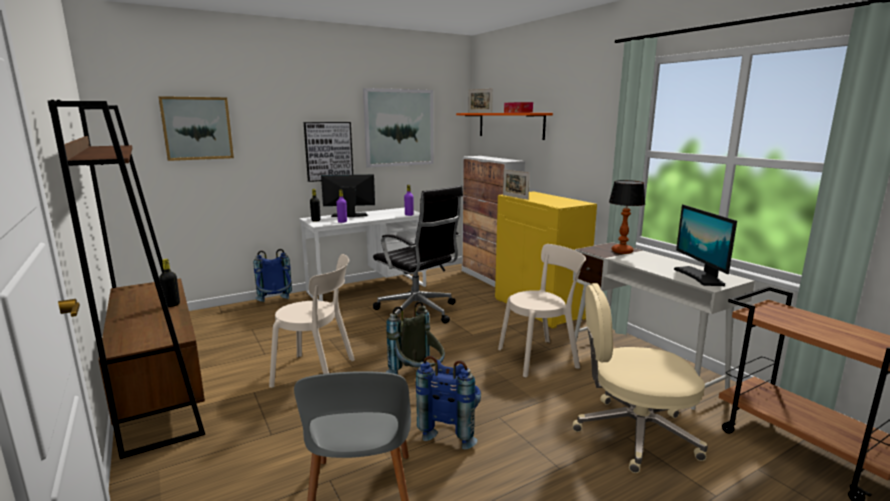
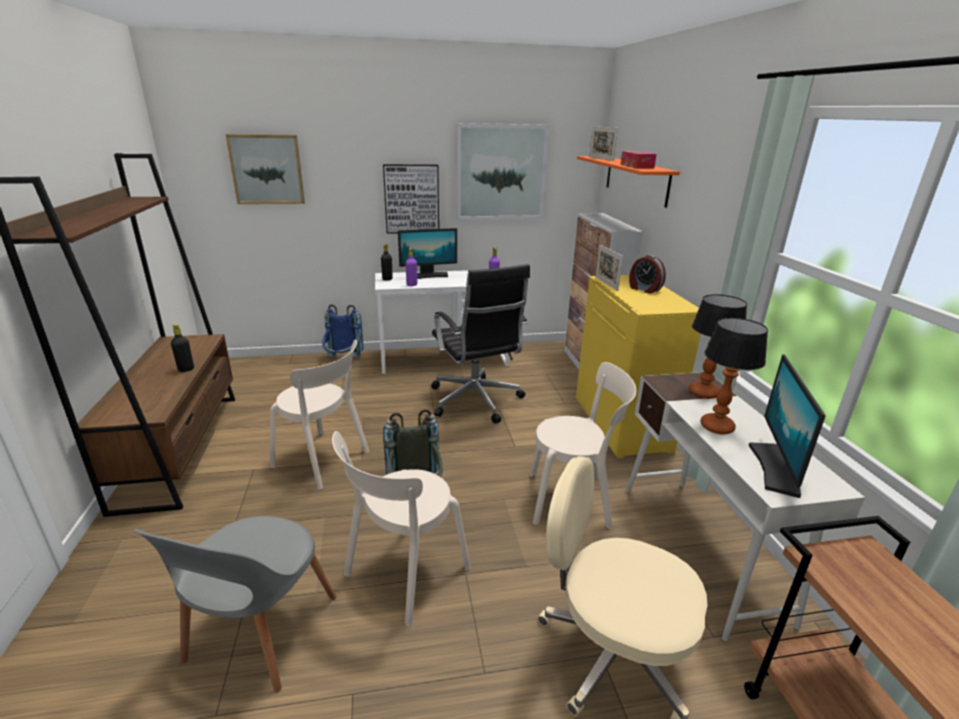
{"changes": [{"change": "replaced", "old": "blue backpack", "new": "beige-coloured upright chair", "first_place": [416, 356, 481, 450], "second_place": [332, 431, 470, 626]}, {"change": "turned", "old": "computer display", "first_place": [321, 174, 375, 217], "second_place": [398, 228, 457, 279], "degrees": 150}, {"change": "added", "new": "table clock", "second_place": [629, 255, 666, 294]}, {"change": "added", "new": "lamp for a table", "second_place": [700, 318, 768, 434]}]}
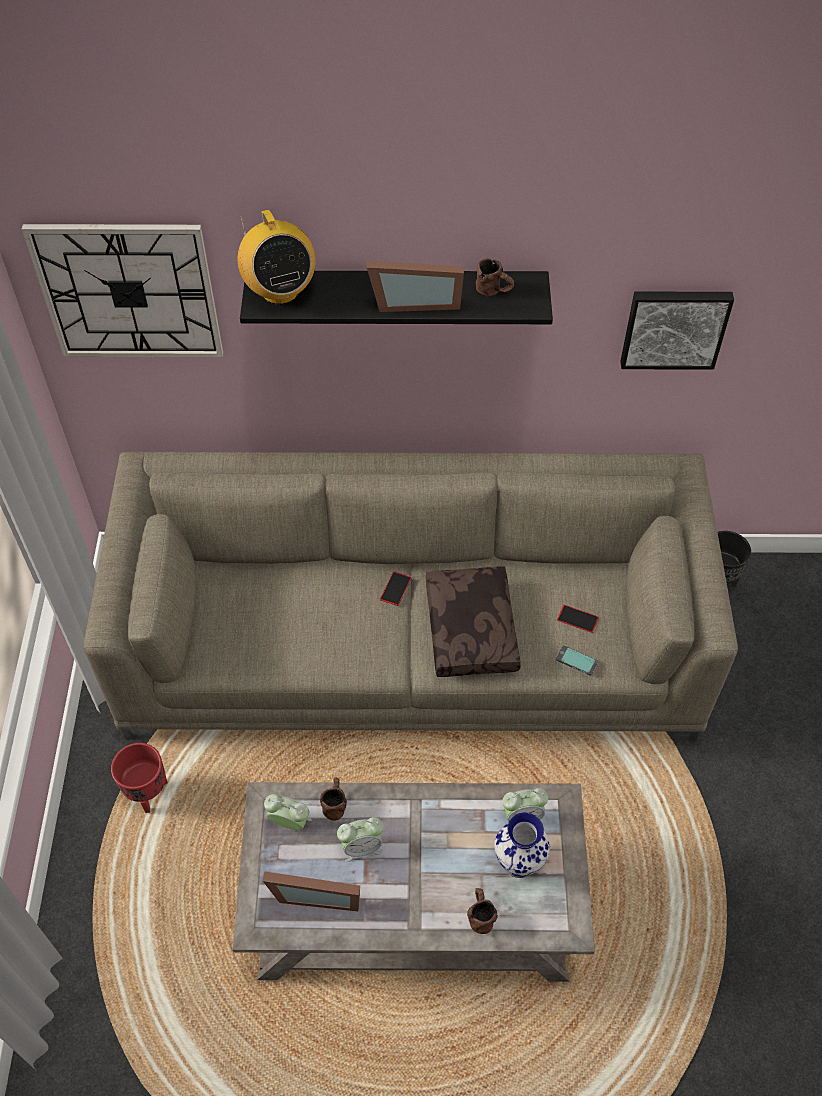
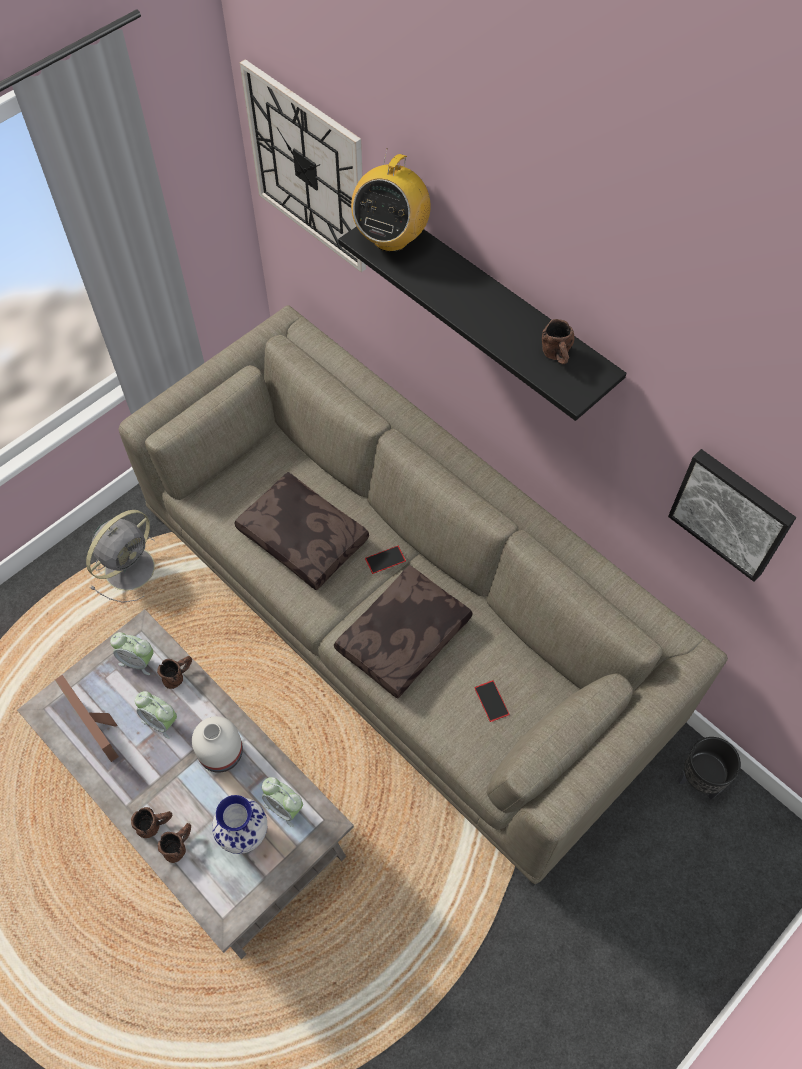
{"changes": [{"change": "replaced", "old": "red planter", "new": "greyish cooling fan", "first_place": [111, 743, 168, 813], "second_place": [86, 510, 155, 603]}, {"change": "turned", "old": "table clock", "first_place": [264, 794, 312, 831], "second_place": [110, 632, 154, 675], "degrees": 135}, {"change": "added", "new": "brownish tea mug", "second_place": [131, 807, 172, 838]}, {"change": "added", "new": "whitish flower vase", "second_place": [192, 716, 243, 773]}, {"change": "added", "new": "brownish throw pillow", "second_place": [235, 472, 369, 590]}, {"change": "removed", "old": "picture frame", "first_place": [366, 260, 464, 312]}, {"change": "removed", "old": "phone", "first_place": [556, 645, 598, 676]}]}
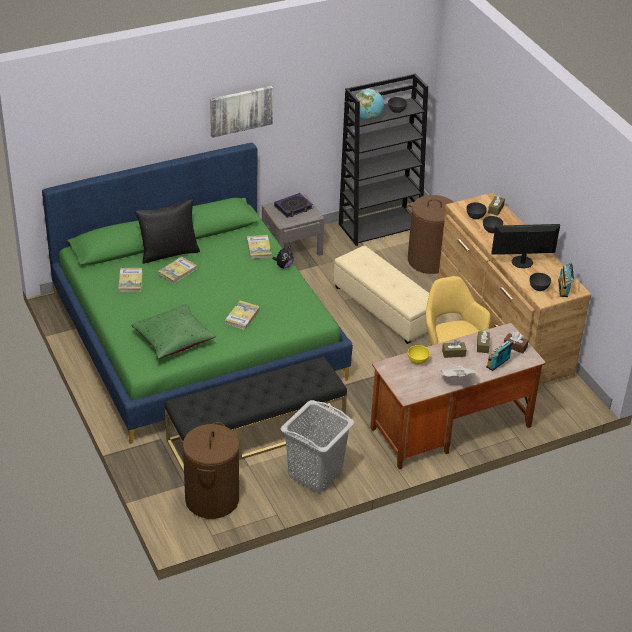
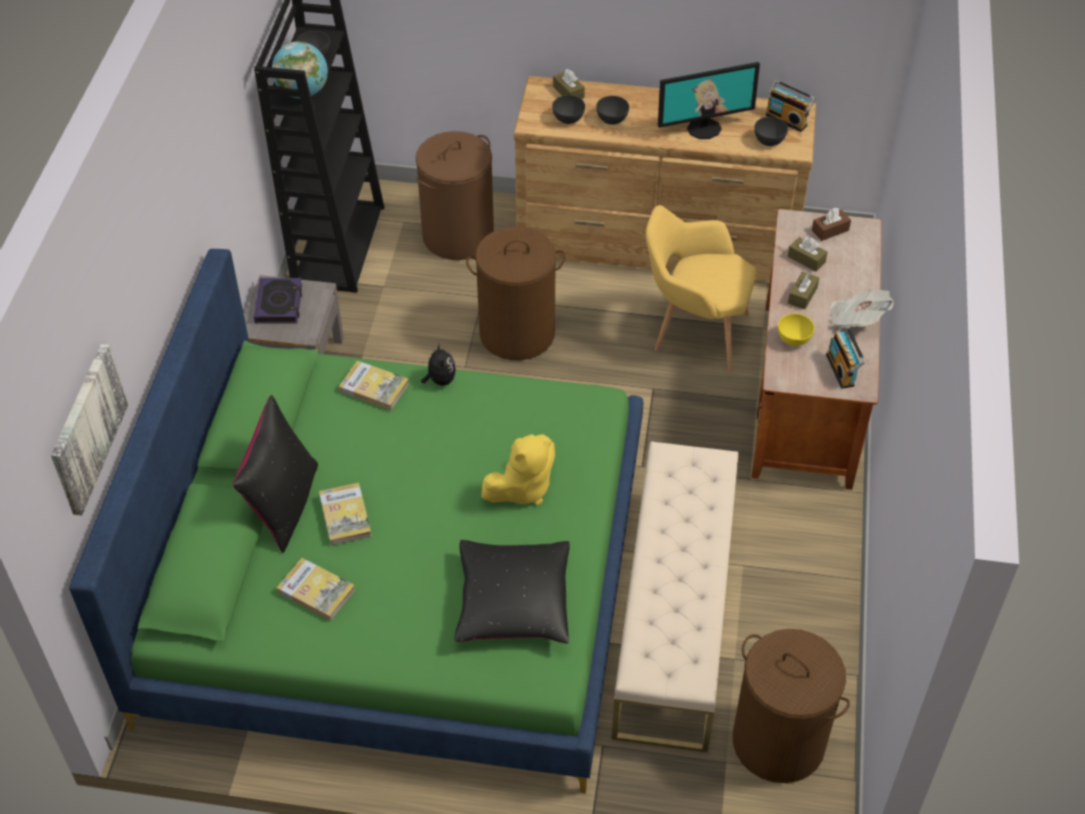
{"changes": [{"change": "moved", "old": "picture", "first_place": [210, 86, 273, 138], "second_place": [51, 343, 128, 516]}, {"change": "recoloured", "old": "greenish throw pillow", "new": "blackish throw pillow", "first_place": [131, 304, 216, 359], "second_place": [454, 540, 570, 644]}, {"change": "replaced", "old": "beige-coloured pouffe", "new": "brownish laundry basket", "first_place": [334, 246, 440, 344], "second_place": [466, 227, 566, 360]}, {"change": "replaced", "old": "book", "new": "yellow soft toy", "first_place": [225, 301, 260, 330], "second_place": [481, 434, 555, 505]}, {"change": "recoloured", "old": "blackish bench", "new": "beige-coloured bench", "first_place": [165, 356, 347, 472], "second_place": [611, 441, 738, 753]}, {"change": "turned", "old": "computer display", "first_place": [491, 224, 560, 269], "second_place": [658, 62, 760, 139], "degrees": -135}, {"change": "moved", "old": "radio receiver", "first_place": [486, 340, 516, 371], "second_place": [826, 325, 865, 389]}, {"change": "removed", "old": "greyish laundry basket", "first_place": [280, 400, 355, 492]}]}
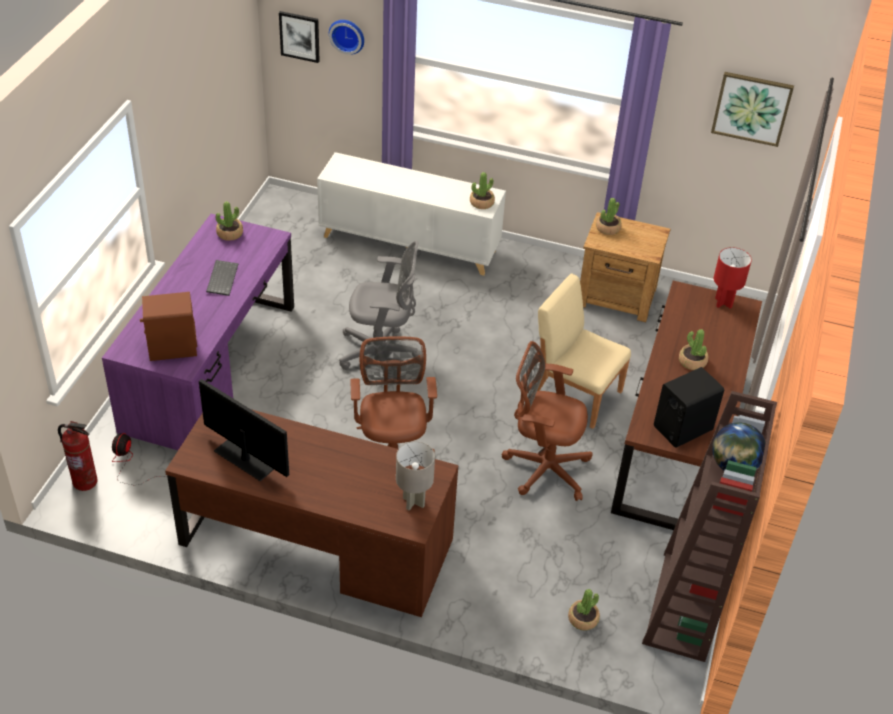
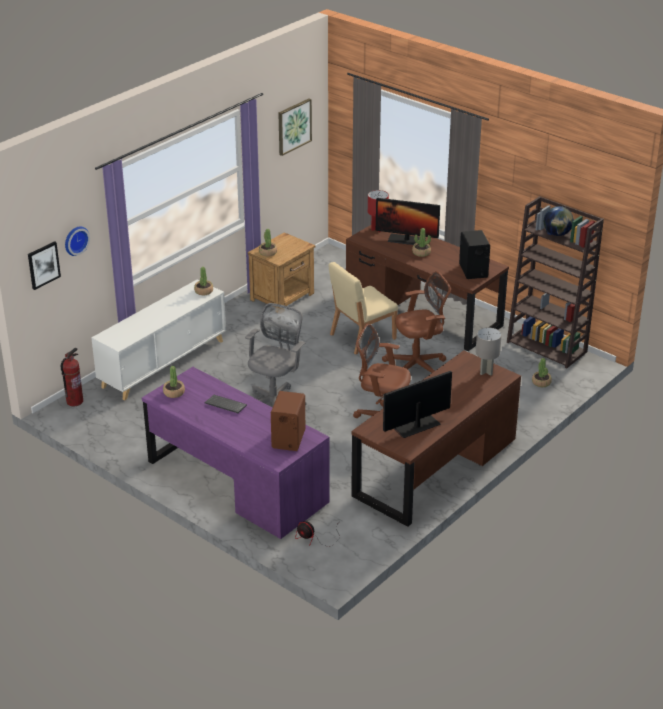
{"changes": [{"change": "moved", "old": "extinguisher", "first_place": [58, 421, 97, 491], "second_place": [61, 348, 83, 406]}, {"change": "added", "new": "computer display", "second_place": [376, 198, 440, 245]}, {"change": "turned", "old": "brownish office chair", "first_place": [502, 341, 593, 501], "second_place": [382, 271, 451, 373], "degrees": -150}]}
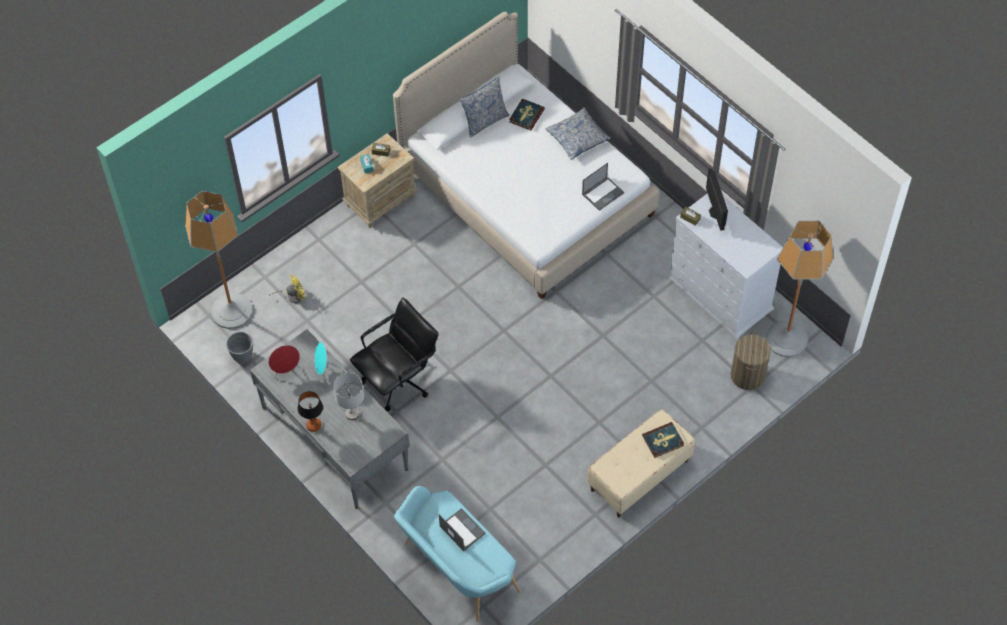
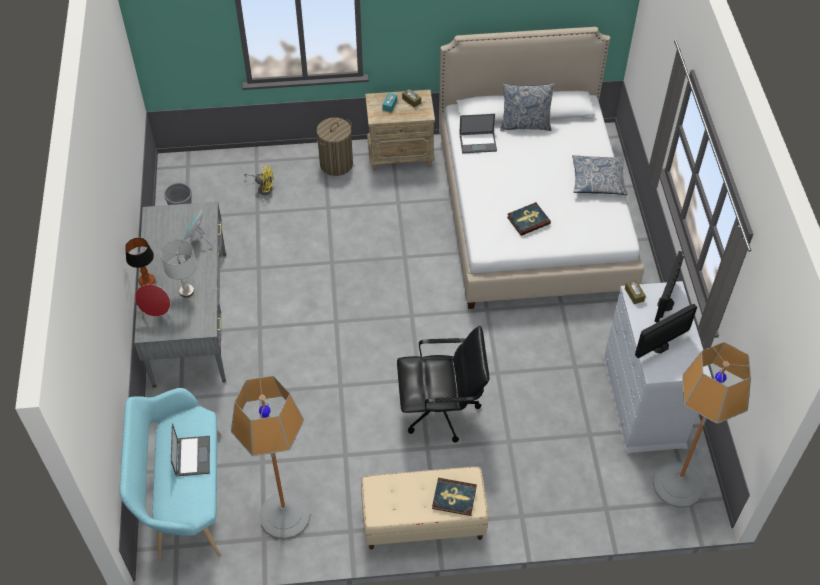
{"changes": [{"change": "moved", "old": "red speaker", "first_place": [269, 345, 301, 380], "second_place": [135, 284, 173, 322]}, {"change": "moved", "old": "standing lamp", "first_place": [185, 191, 252, 329], "second_place": [231, 376, 311, 540]}, {"change": "moved", "old": "laundry basket", "first_place": [731, 332, 771, 390], "second_place": [317, 117, 353, 176]}, {"change": "moved", "old": "blackish office chair", "first_place": [350, 298, 439, 411], "second_place": [397, 326, 489, 443]}, {"change": "moved", "old": "portable computer", "first_place": [582, 163, 624, 211], "second_place": [459, 114, 497, 154]}, {"change": "moved", "old": "book", "first_place": [509, 98, 545, 131], "second_place": [507, 202, 551, 236]}, {"change": "added", "new": "computer display", "second_place": [635, 304, 697, 358]}]}
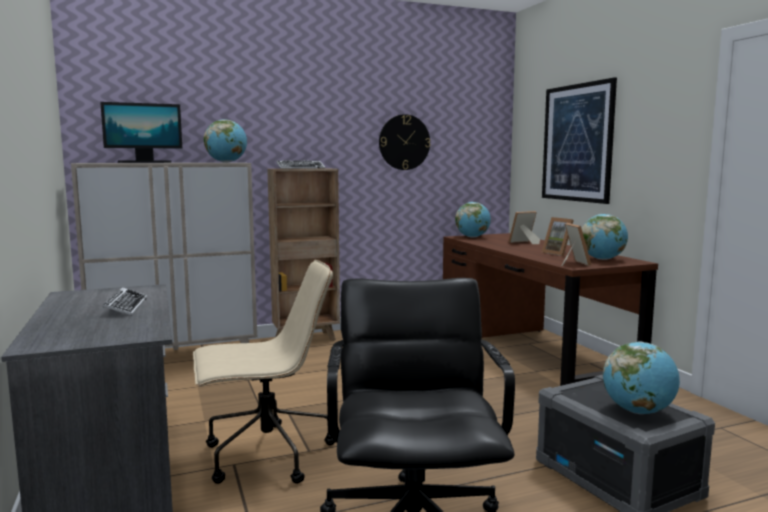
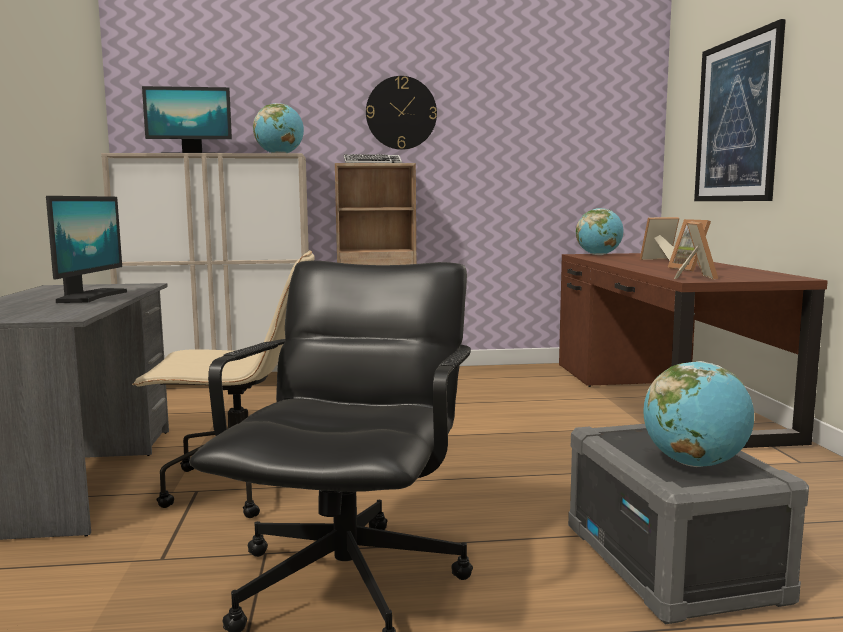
{"changes": [{"change": "replaced", "old": "keyboard", "new": "computer display", "first_place": [102, 287, 147, 316], "second_place": [46, 196, 127, 303]}, {"change": "moved", "old": "wall clock", "first_place": [379, 114, 431, 170], "second_place": [366, 76, 437, 150]}, {"change": "removed", "old": "desk globe", "first_place": [581, 214, 628, 260]}]}
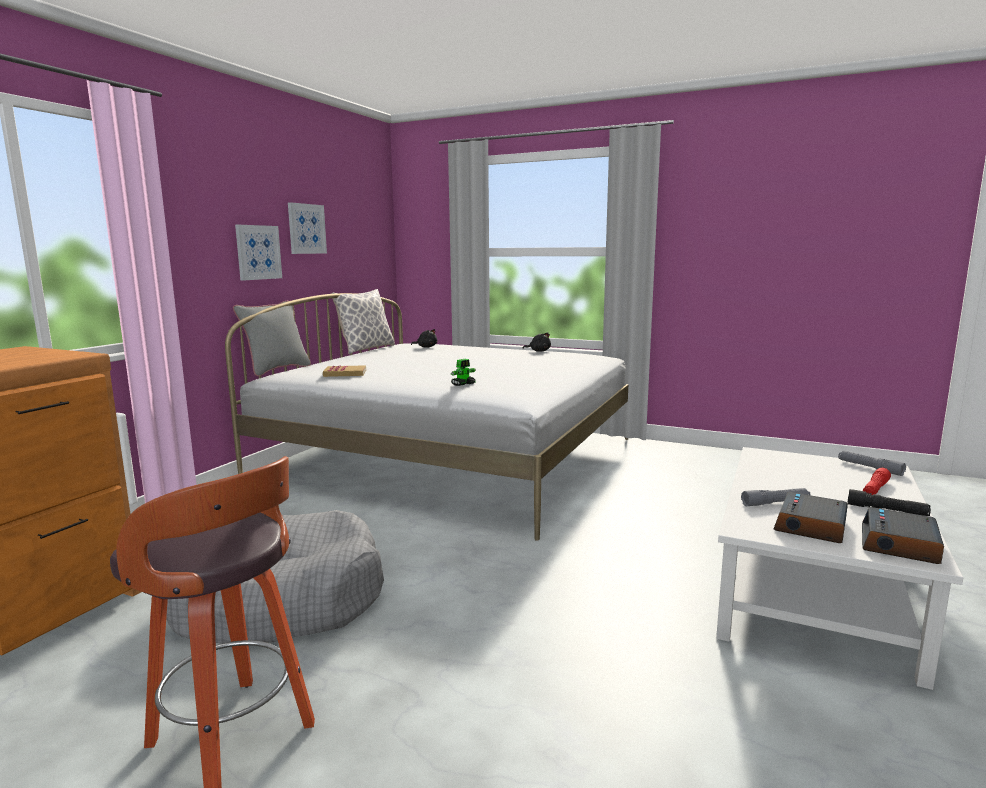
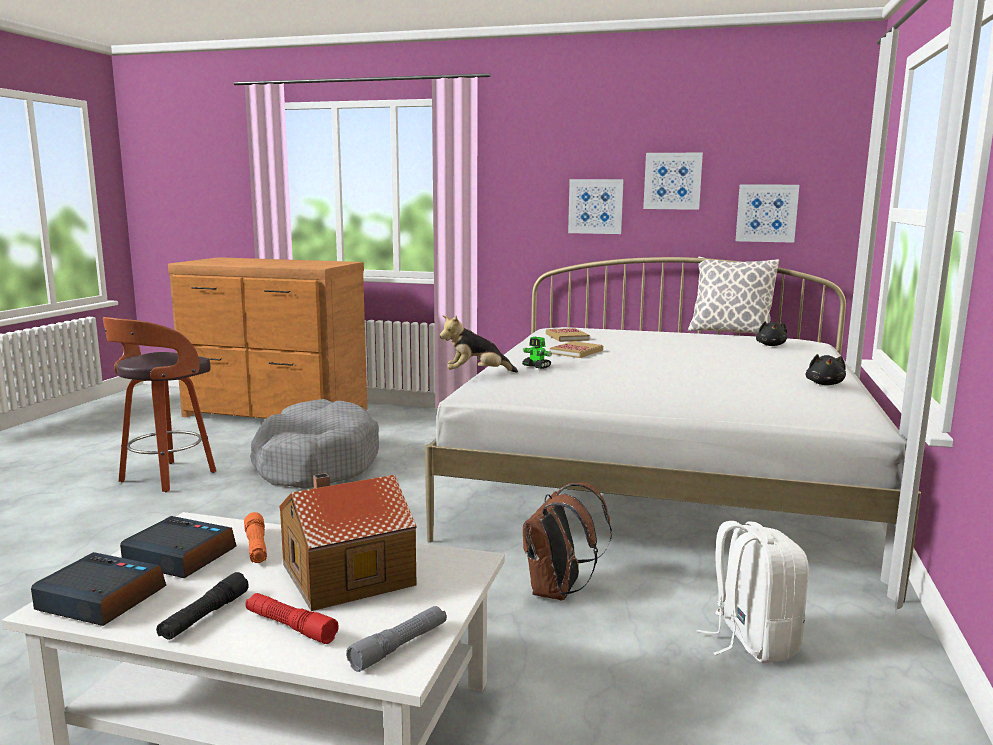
{"changes": [{"change": "recoloured", "old": "greyish hand torch", "new": "orange hand torch", "first_place": [741, 488, 810, 506], "second_place": [244, 512, 267, 563]}, {"change": "added", "new": "model house", "second_place": [279, 473, 417, 611]}, {"change": "added", "new": "soft toy", "second_place": [439, 315, 518, 373]}, {"change": "added", "new": "brownish backpack", "second_place": [523, 482, 612, 600]}, {"change": "added", "new": "book", "second_place": [550, 341, 603, 358]}, {"change": "added", "new": "whitish backpack", "second_place": [697, 521, 809, 663]}, {"change": "added", "new": "picture", "second_place": [736, 184, 799, 243]}, {"change": "removed", "old": "greyish throw pillow", "first_place": [233, 301, 311, 377]}]}
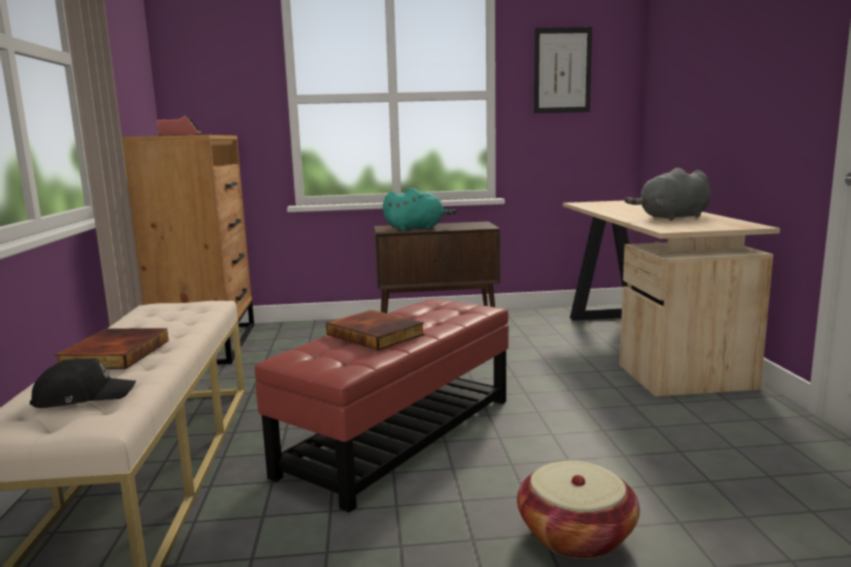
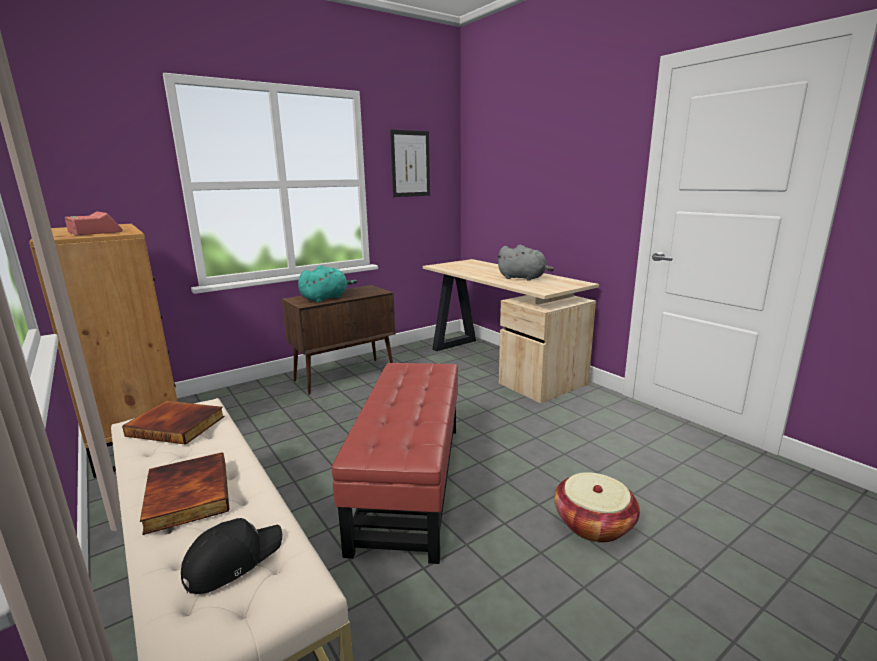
{"changes": [{"change": "moved", "old": "book", "first_place": [326, 310, 425, 350], "second_place": [122, 401, 224, 445]}, {"change": "turned", "old": "greyish soft toy", "first_place": [624, 168, 711, 220], "second_place": [496, 245, 554, 281], "degrees": -105}]}
